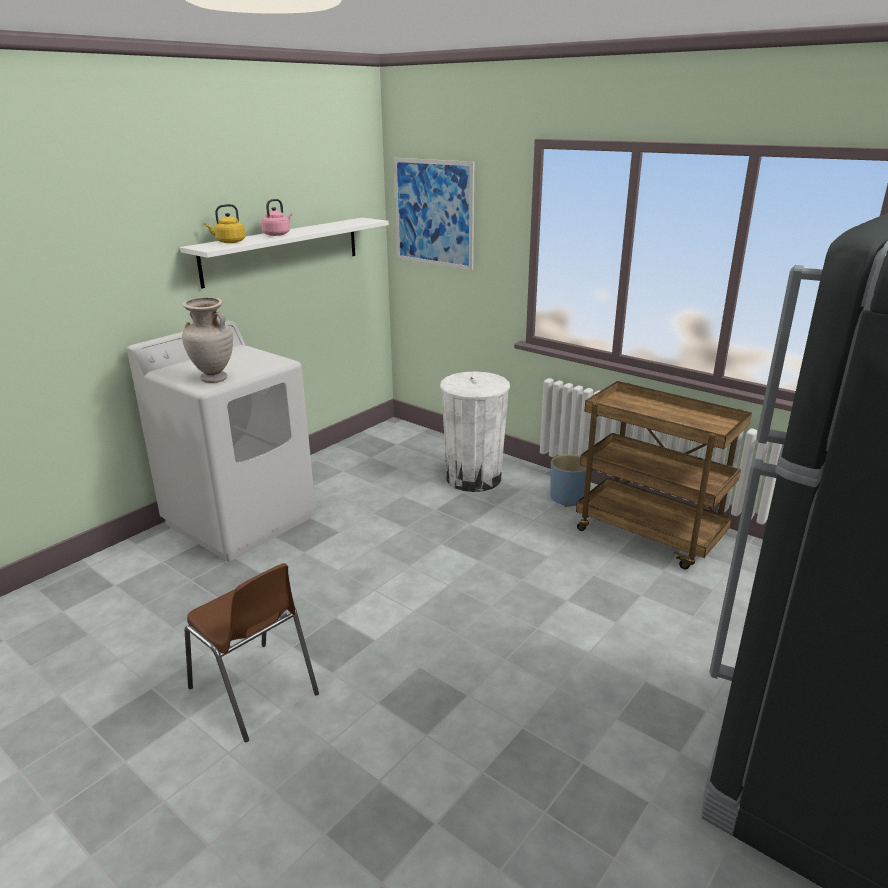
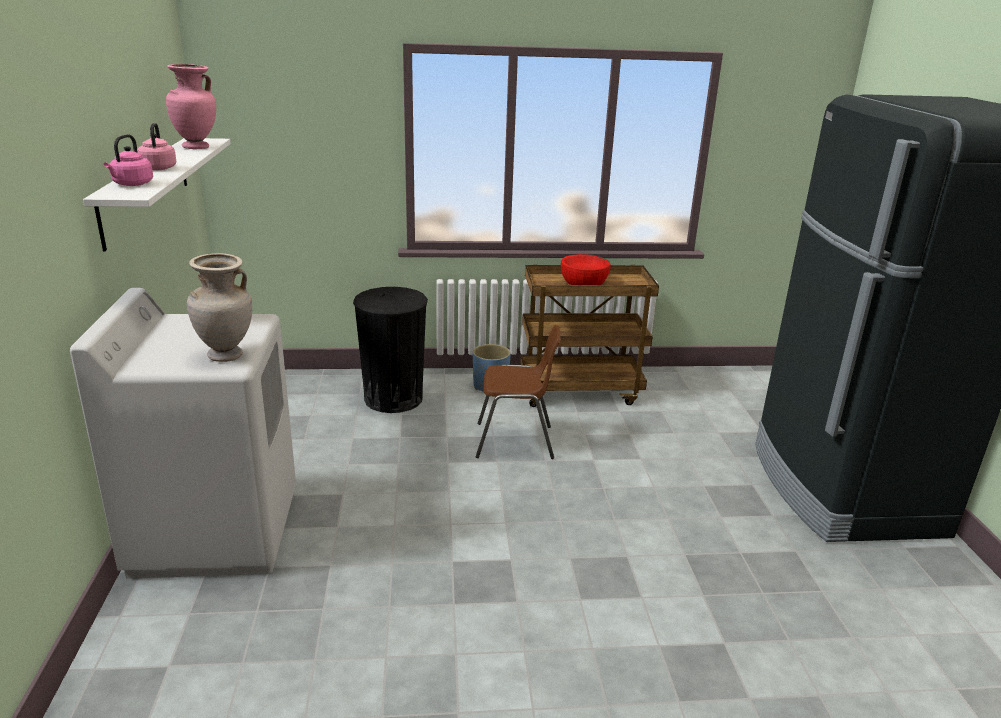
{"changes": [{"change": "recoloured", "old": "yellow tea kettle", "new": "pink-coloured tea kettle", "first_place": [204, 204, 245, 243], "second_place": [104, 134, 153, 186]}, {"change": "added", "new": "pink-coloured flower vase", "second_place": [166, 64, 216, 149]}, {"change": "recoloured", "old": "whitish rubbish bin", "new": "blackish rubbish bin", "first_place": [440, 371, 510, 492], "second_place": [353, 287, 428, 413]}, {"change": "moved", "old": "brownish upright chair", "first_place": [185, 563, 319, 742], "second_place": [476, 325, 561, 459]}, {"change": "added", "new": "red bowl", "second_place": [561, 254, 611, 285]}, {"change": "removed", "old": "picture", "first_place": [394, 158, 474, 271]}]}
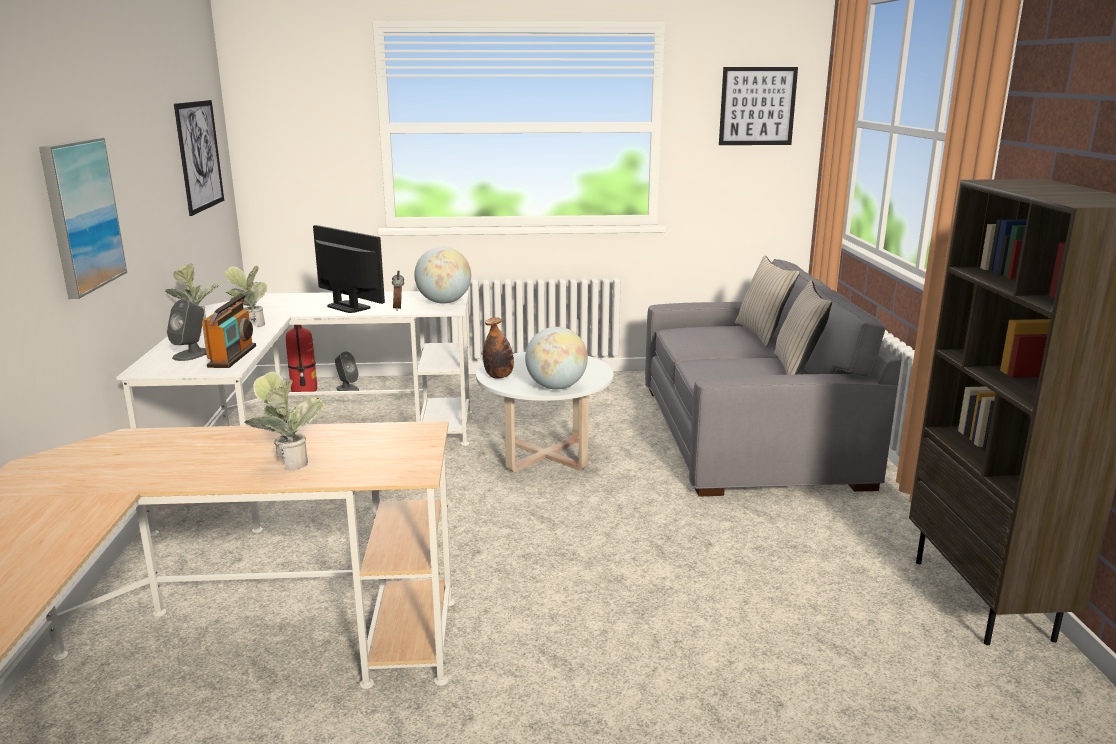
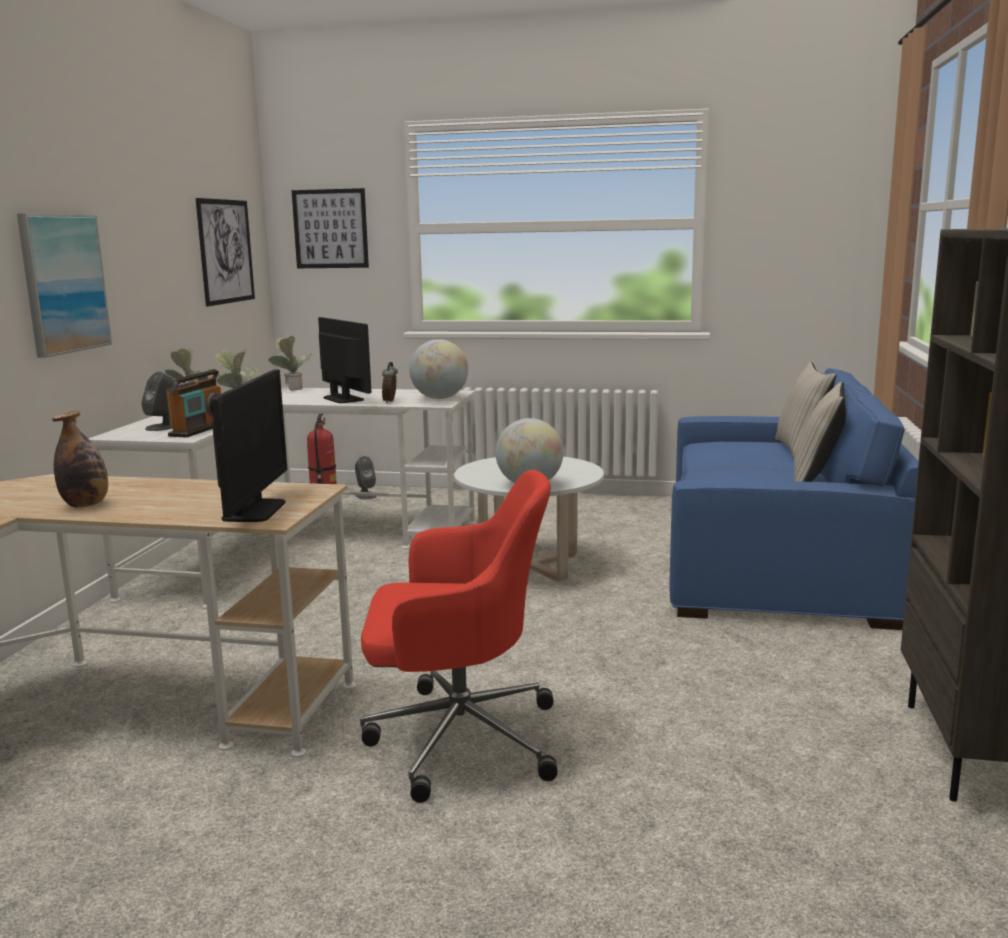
{"changes": [{"change": "moved", "old": "beverage bottle", "first_place": [483, 317, 514, 379], "second_place": [52, 411, 108, 507]}, {"change": "added", "new": "computer display", "second_place": [212, 370, 287, 522]}, {"change": "moved", "old": "houseplant", "first_place": [245, 371, 324, 471], "second_place": [268, 335, 313, 390]}, {"change": "moved", "old": "picture", "first_place": [719, 67, 798, 145], "second_place": [292, 188, 369, 268]}, {"change": "added", "new": "red office chair", "second_place": [360, 470, 557, 803]}, {"change": "recoloured", "old": "greyish sofa", "new": "blue sofa", "first_place": [645, 259, 901, 497], "second_place": [669, 368, 919, 630]}]}
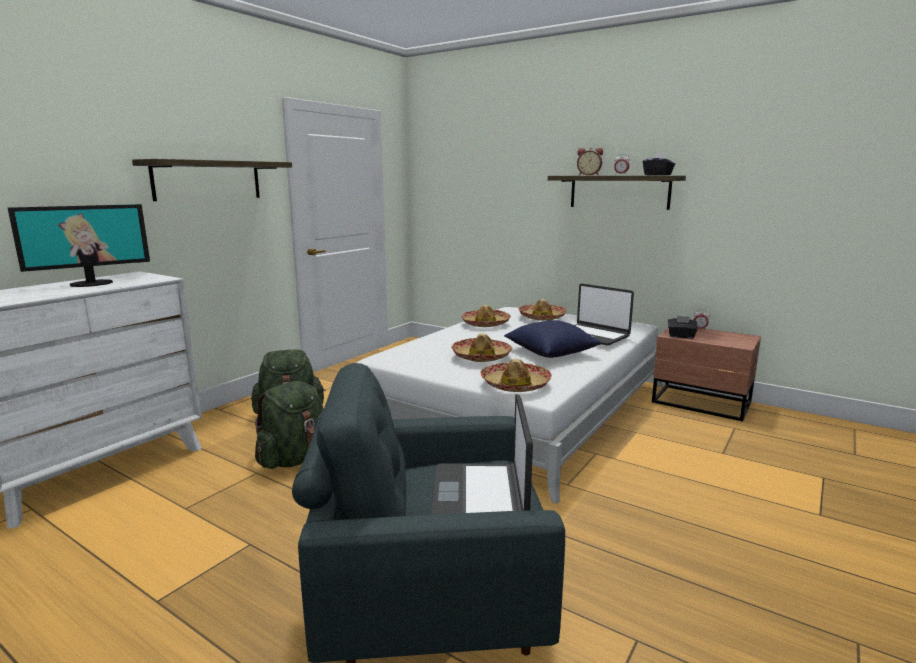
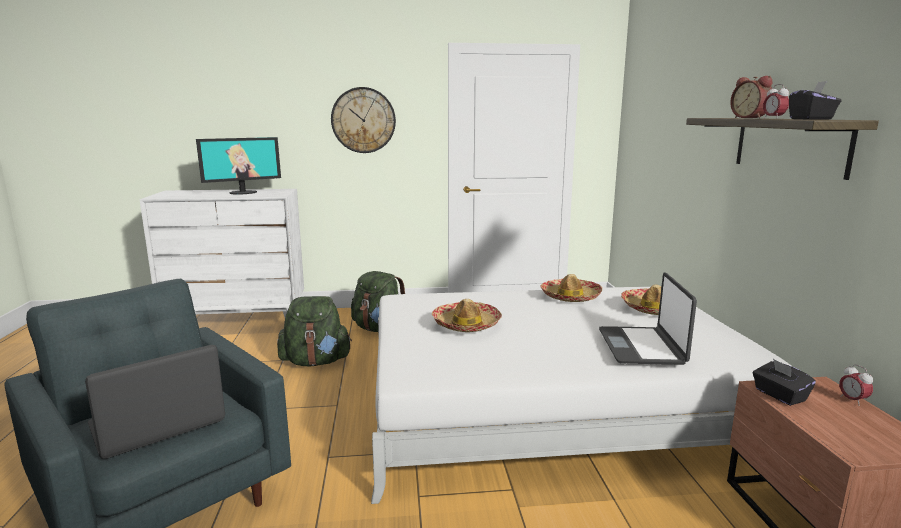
{"changes": [{"change": "turned", "old": "computer display", "first_place": [8, 204, 150, 287], "second_place": [196, 137, 281, 195], "degrees": -45}, {"change": "replaced", "old": "bracket shelf", "new": "wall clock", "first_place": [132, 159, 292, 201], "second_place": [331, 87, 396, 153]}, {"change": "removed", "old": "wearable hat", "first_place": [480, 359, 552, 392]}, {"change": "removed", "old": "blue throw pillow", "first_place": [504, 320, 601, 358]}]}
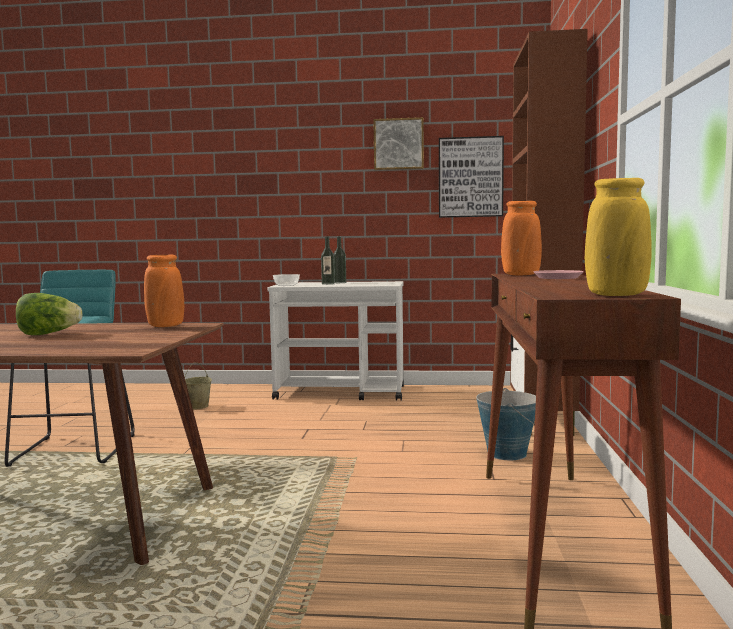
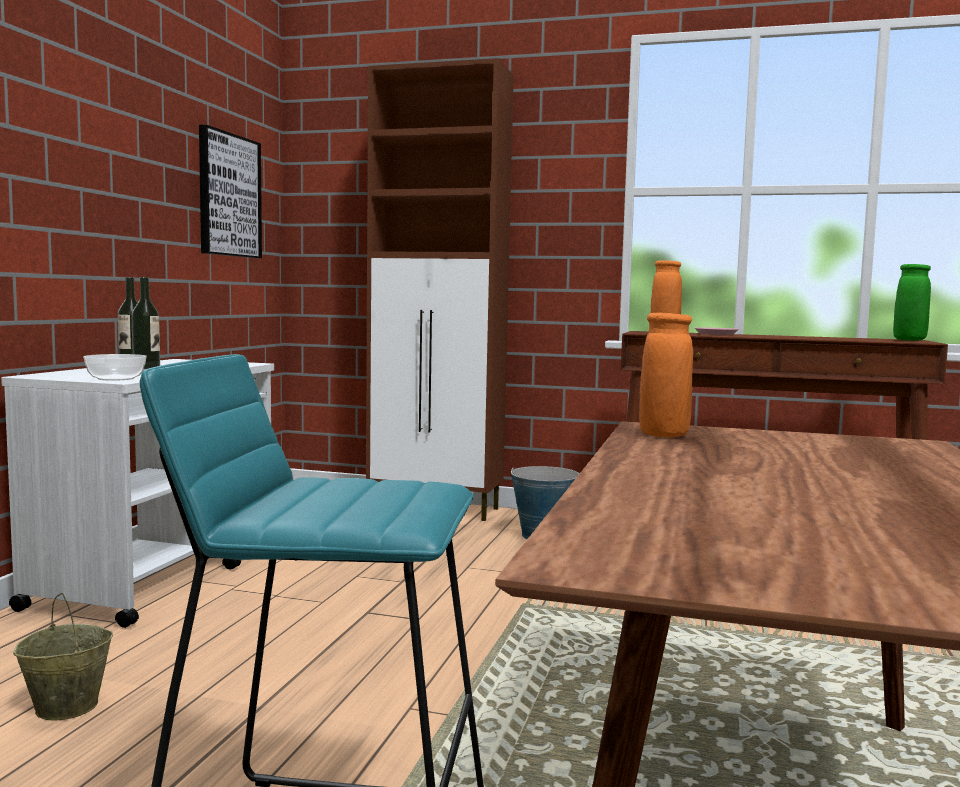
{"changes": [{"change": "recoloured", "old": "yellow flower vase", "new": "greenish flower vase", "first_place": [585, 178, 651, 296], "second_place": [893, 264, 931, 341]}, {"change": "removed", "old": "lettuce head", "first_place": [16, 293, 82, 335]}, {"change": "removed", "old": "picture", "first_place": [373, 117, 424, 170]}]}
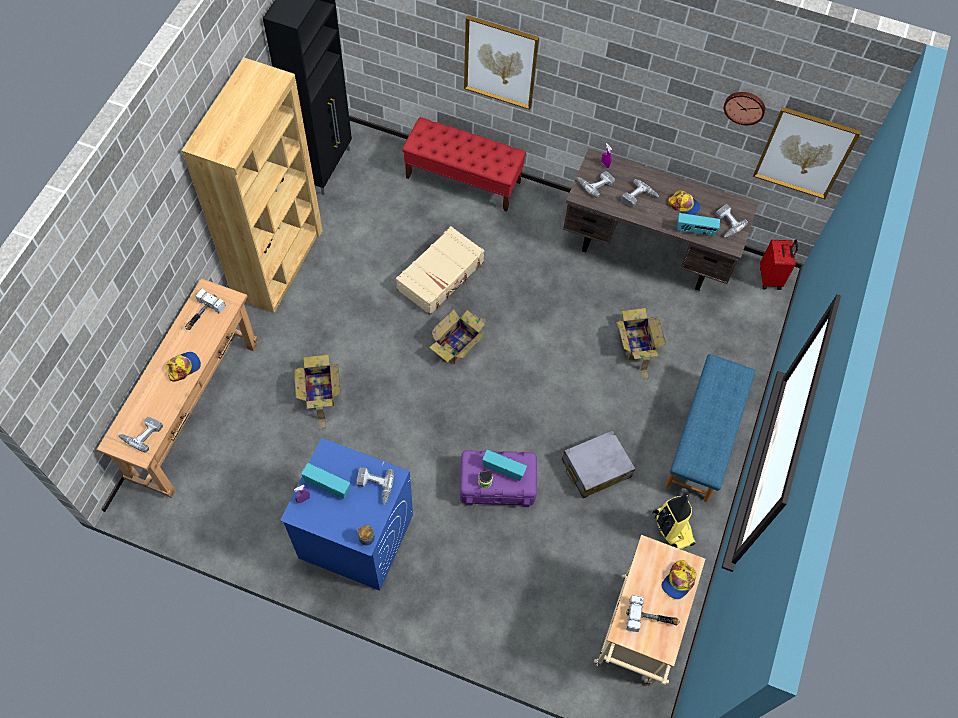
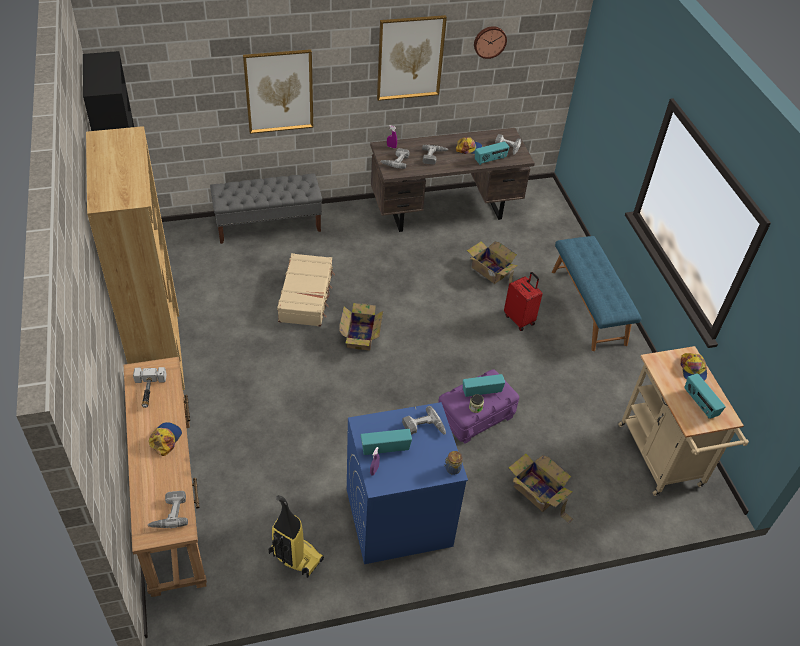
{"changes": [{"change": "recoloured", "old": "red bench", "new": "greyish bench", "first_place": [402, 117, 526, 212], "second_place": [210, 173, 322, 244]}, {"change": "moved", "old": "hoover", "first_place": [652, 488, 696, 549], "second_place": [268, 495, 324, 578]}, {"change": "moved", "old": "picture", "first_place": [753, 107, 861, 199], "second_place": [377, 15, 447, 101]}, {"change": "moved", "old": "red suitcase", "first_place": [760, 240, 798, 290], "second_place": [504, 272, 542, 331]}, {"change": "moved", "old": "packing box", "first_place": [294, 355, 341, 429], "second_place": [508, 453, 573, 523]}, {"change": "replaced", "old": "tool hammer", "new": "radio receiver", "first_place": [626, 595, 679, 632], "second_place": [684, 373, 726, 419]}, {"change": "removed", "old": "greyish suitcase", "first_place": [562, 430, 635, 498]}]}
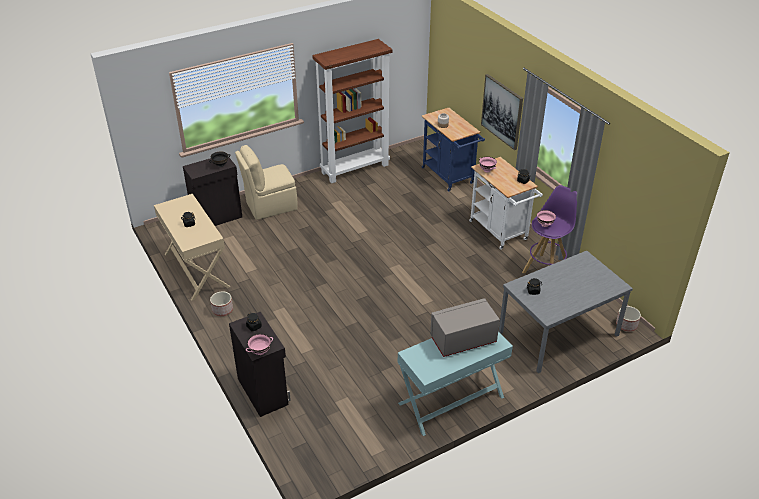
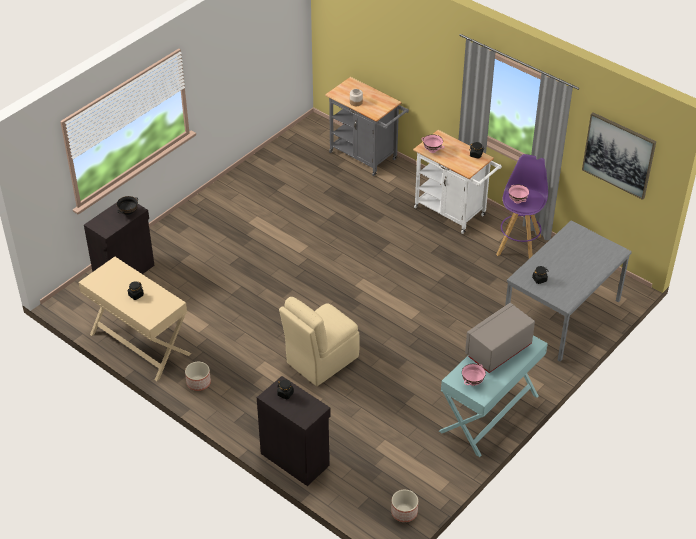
{"changes": [{"change": "moved", "old": "beige-coloured upright chair", "first_place": [235, 145, 298, 220], "second_place": [279, 297, 360, 386]}, {"change": "recoloured", "old": "blue trolley", "new": "greyish trolley", "first_place": [422, 108, 485, 192], "second_place": [325, 77, 409, 176]}, {"change": "moved", "old": "planter", "first_place": [616, 306, 641, 332], "second_place": [391, 490, 418, 522]}, {"change": "moved", "old": "pink-coloured bowl", "first_place": [246, 334, 273, 355], "second_place": [462, 364, 486, 386]}, {"change": "moved", "old": "picture", "first_place": [481, 74, 523, 150], "second_place": [582, 112, 656, 200]}, {"change": "removed", "old": "brownish bookcase", "first_place": [312, 39, 392, 183]}]}
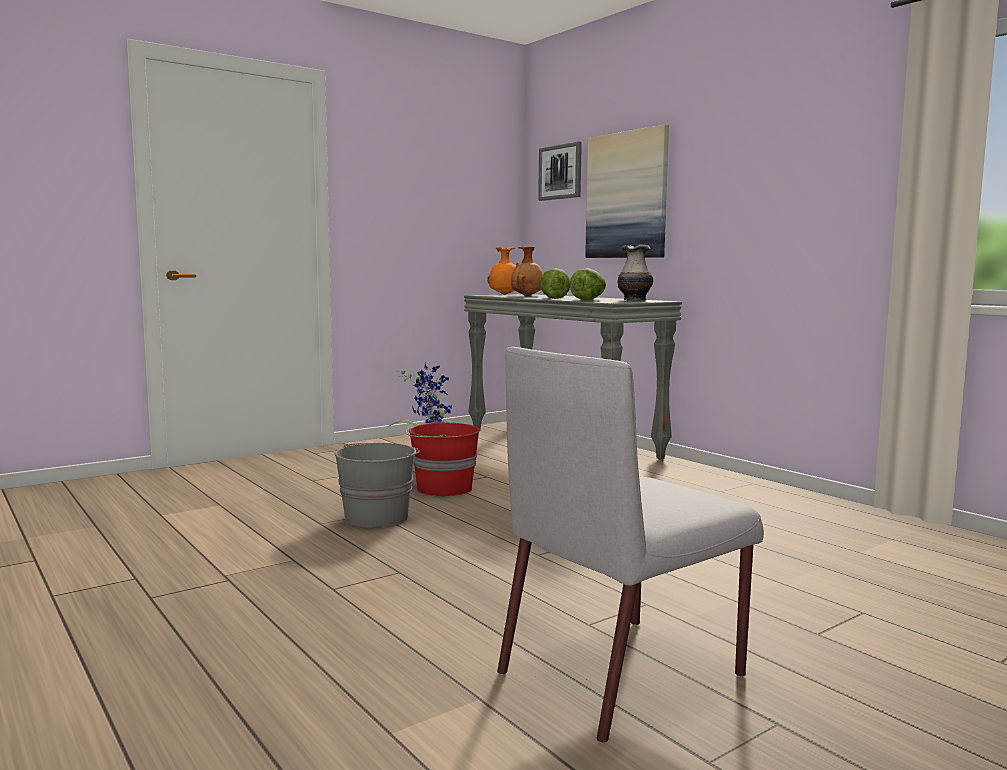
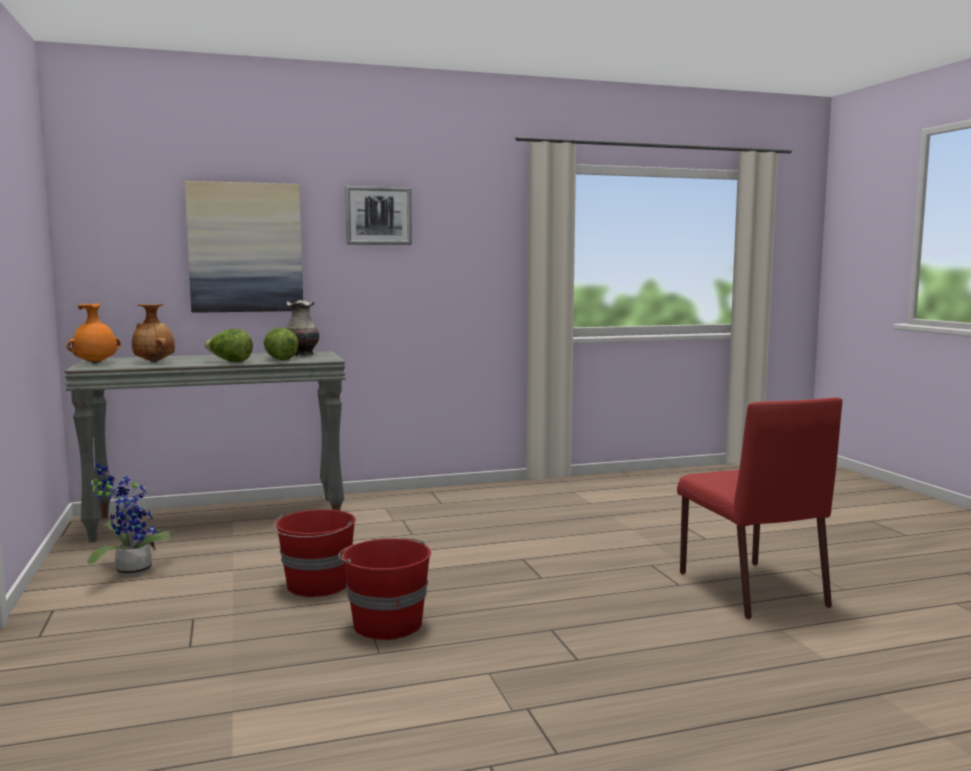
{"changes": [{"change": "recoloured", "old": "greyish water bucket", "new": "red water bucket", "first_place": [335, 443, 420, 528], "second_place": [338, 538, 431, 640]}, {"change": "moved", "old": "picture", "first_place": [538, 142, 582, 201], "second_place": [345, 186, 412, 245]}, {"change": "recoloured", "old": "greyish upright chair", "new": "red upright chair", "first_place": [497, 347, 764, 744], "second_place": [677, 397, 842, 619]}]}
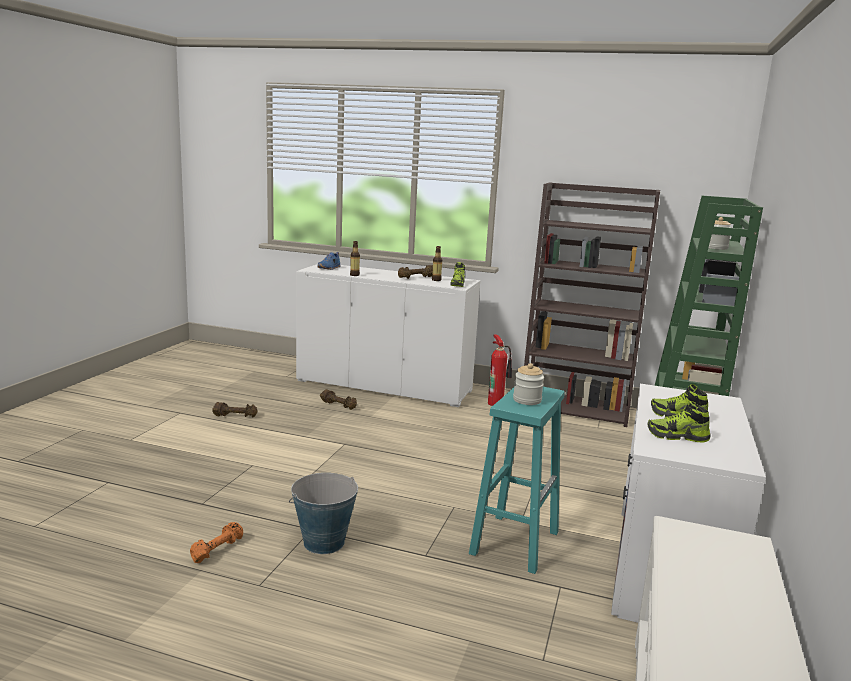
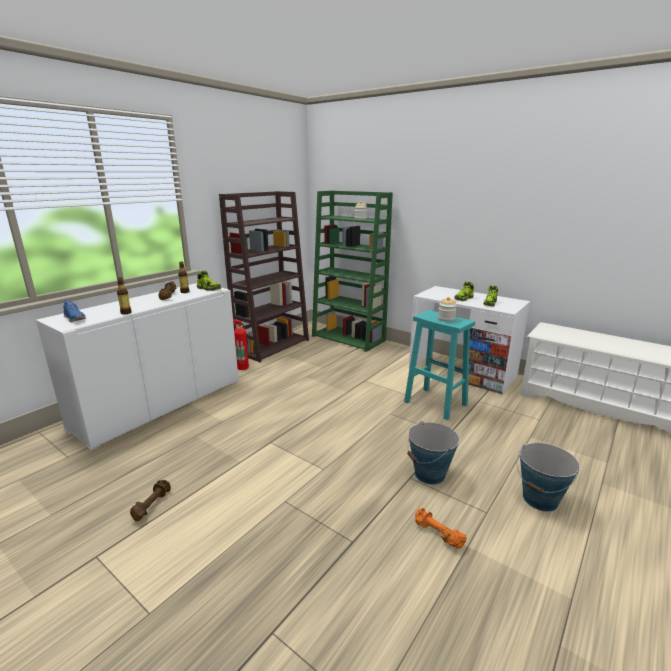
{"changes": [{"change": "added", "new": "water bucket", "second_place": [516, 443, 580, 512]}, {"change": "removed", "old": "brownish free weight", "first_place": [320, 389, 357, 410]}]}
